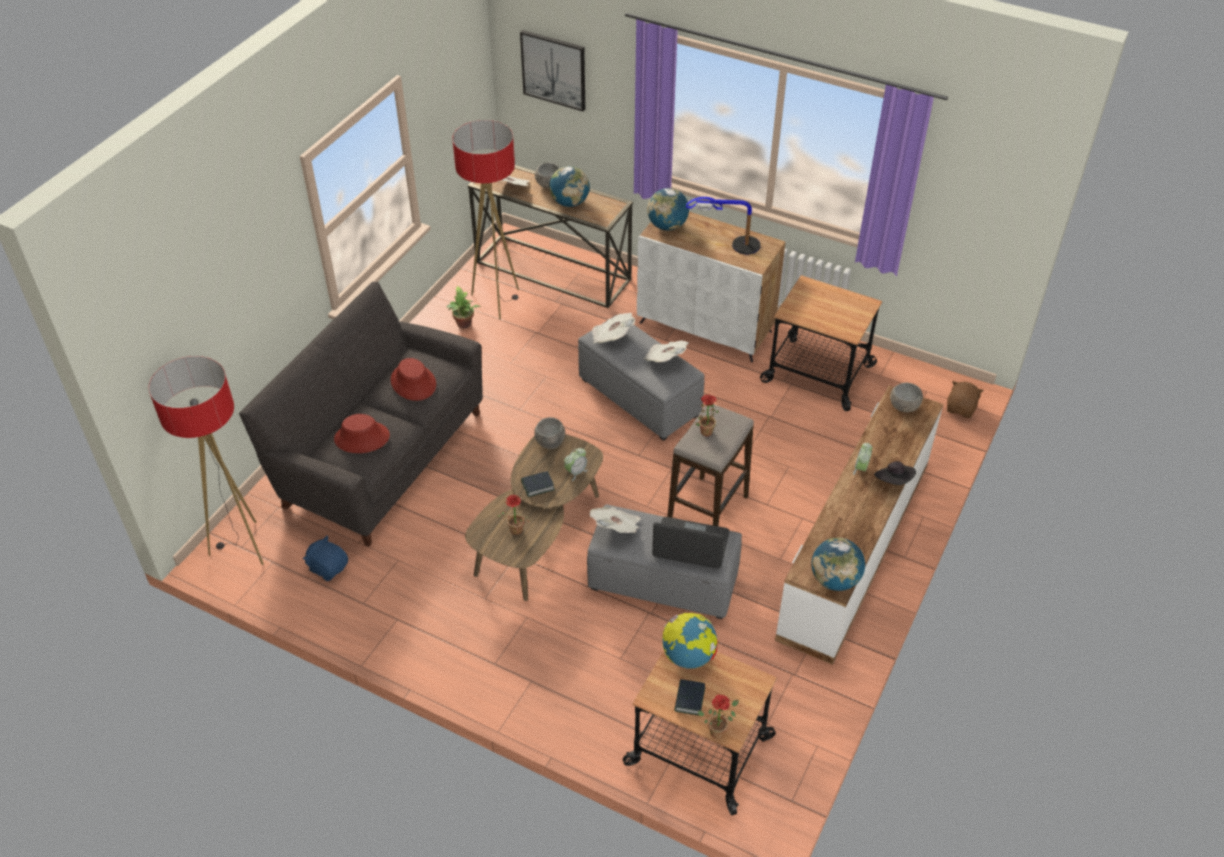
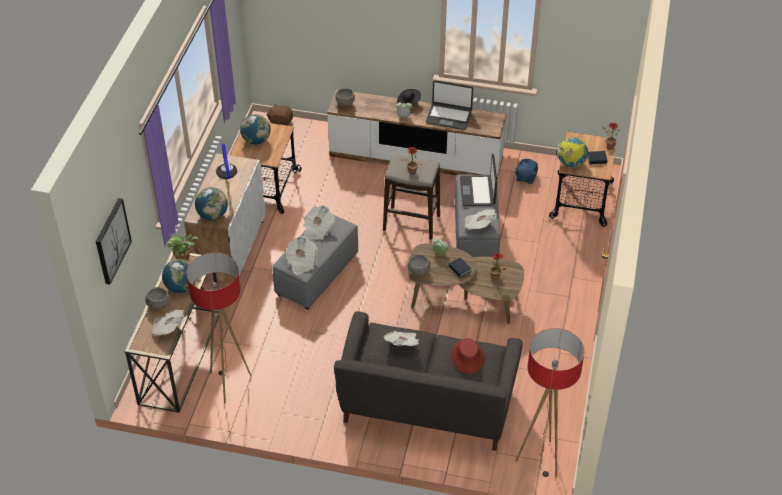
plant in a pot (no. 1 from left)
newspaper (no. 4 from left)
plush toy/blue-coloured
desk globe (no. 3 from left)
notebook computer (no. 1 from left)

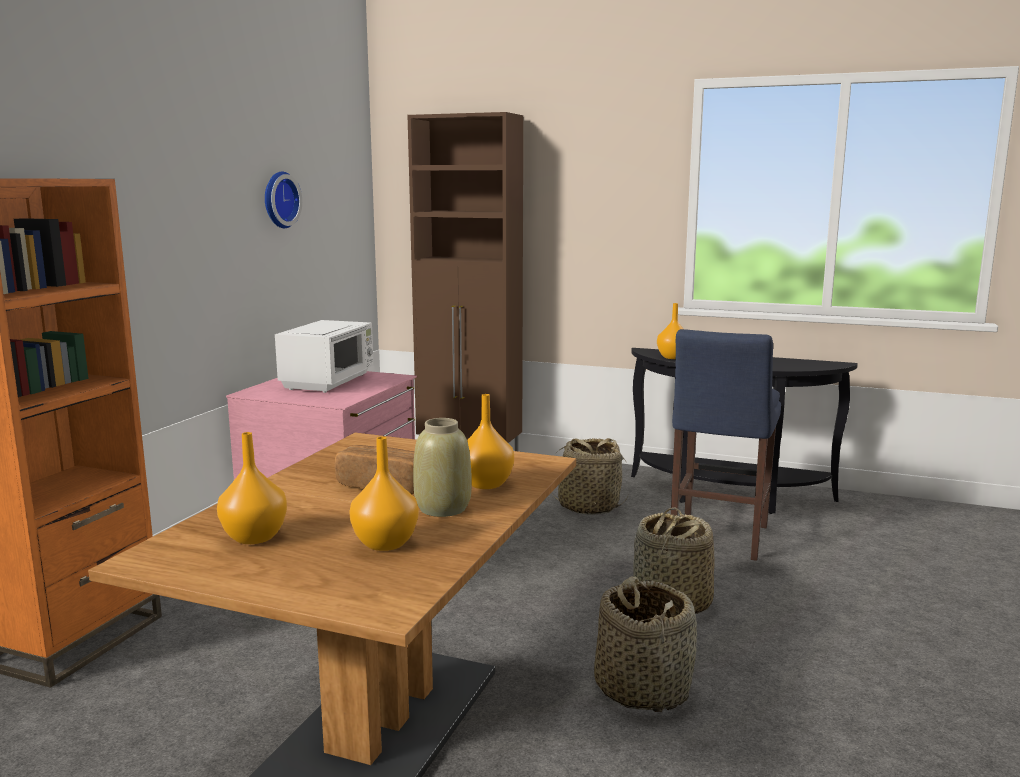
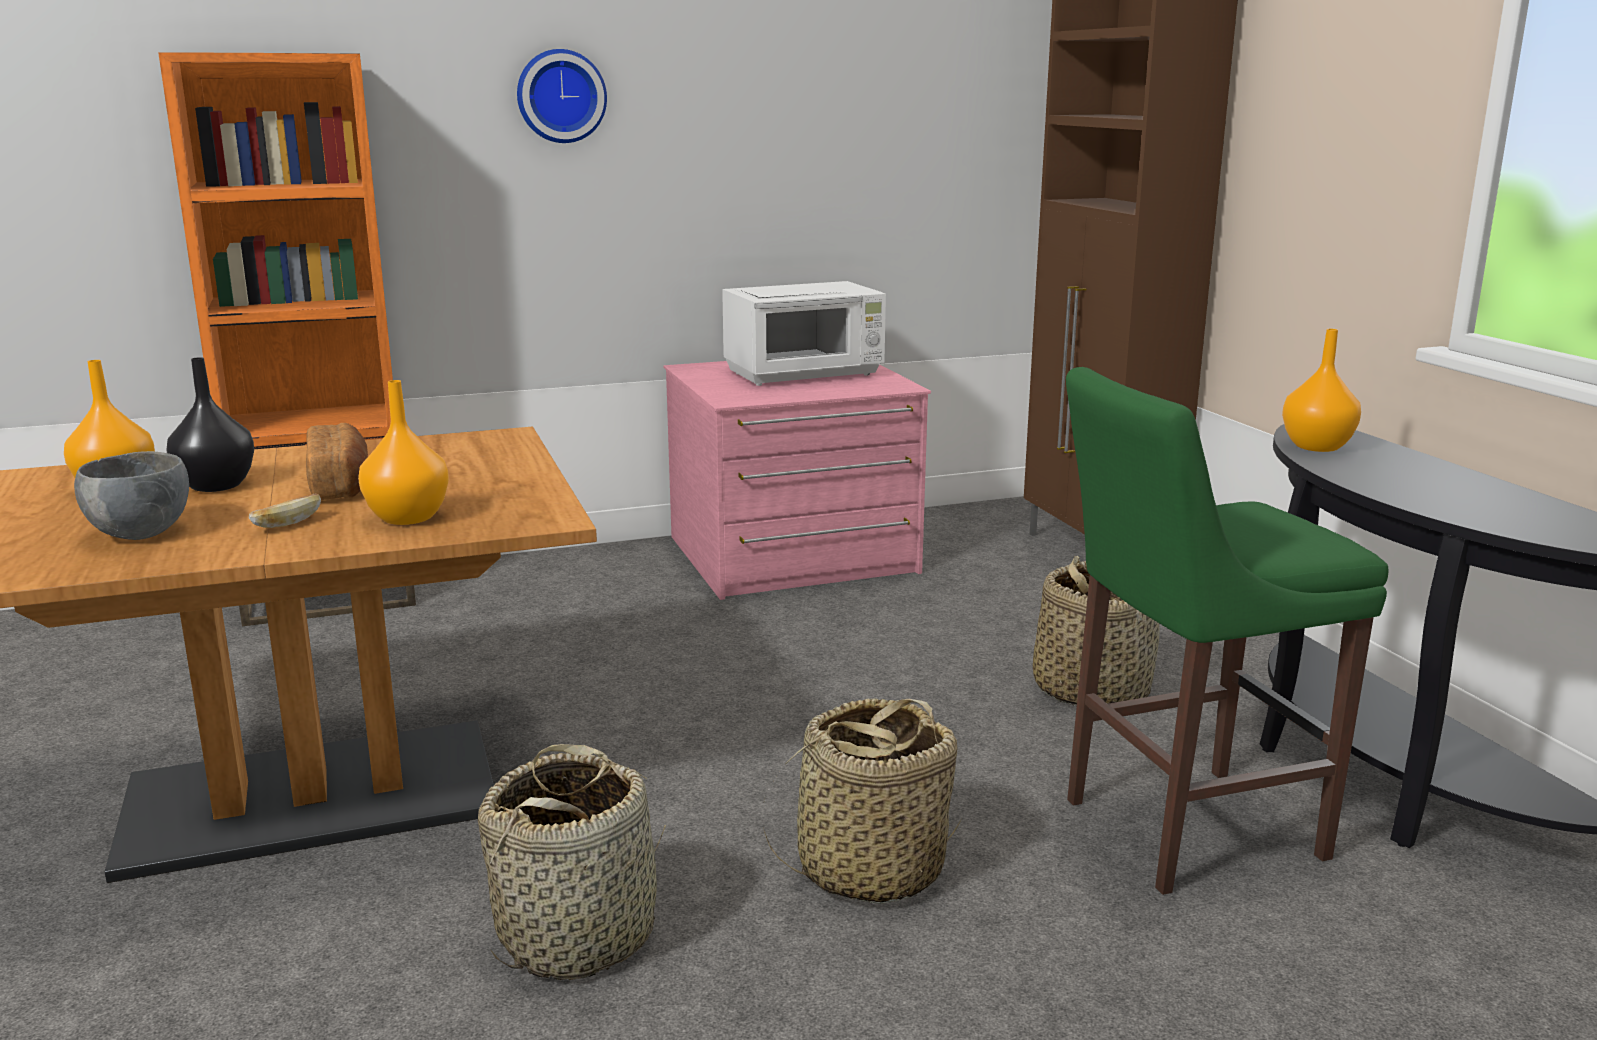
hanging clock
sitting stool/green-coloured
baked bread (no. 1 from left)
serving bowl/grey
decorative vase/black

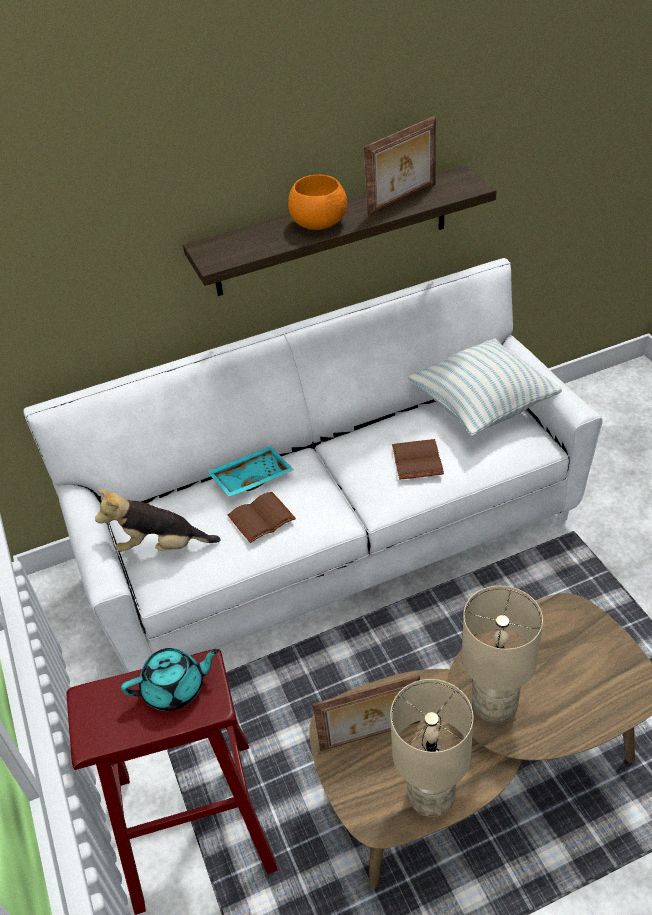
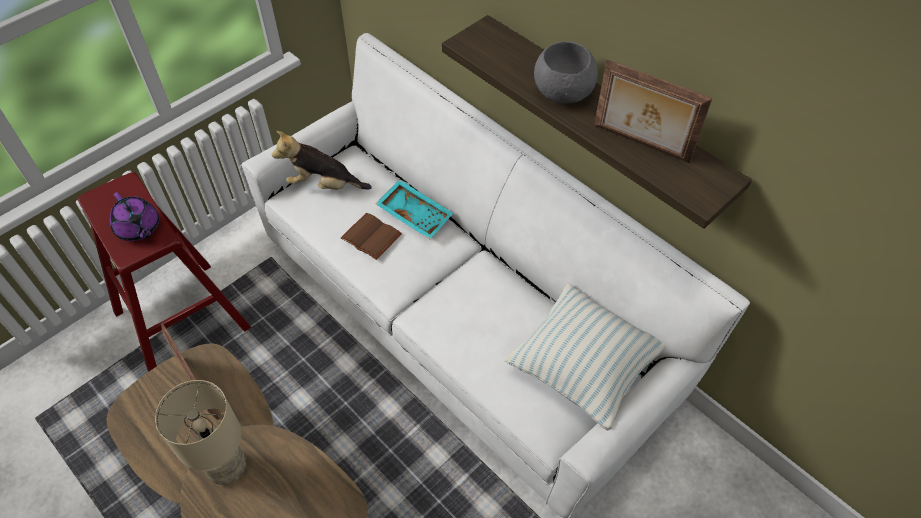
serving bowl/grey
volume/brownish (no. 2 from left in the first image)
plush toy
pot for tea/purplish
tabletop lamp/beige-coloured (no. 1 from left in the first image)

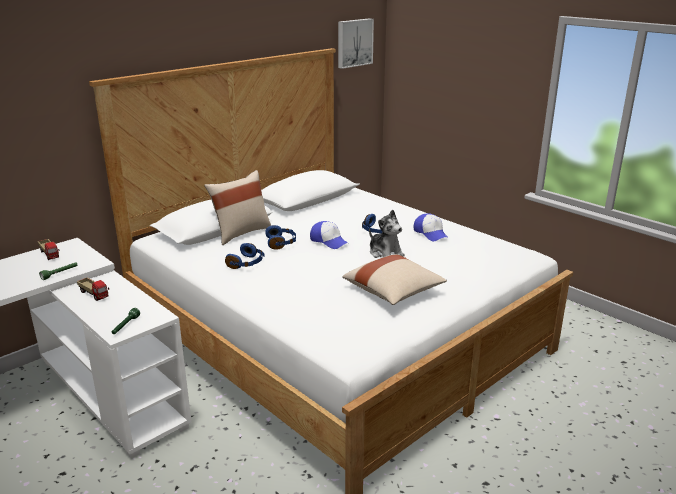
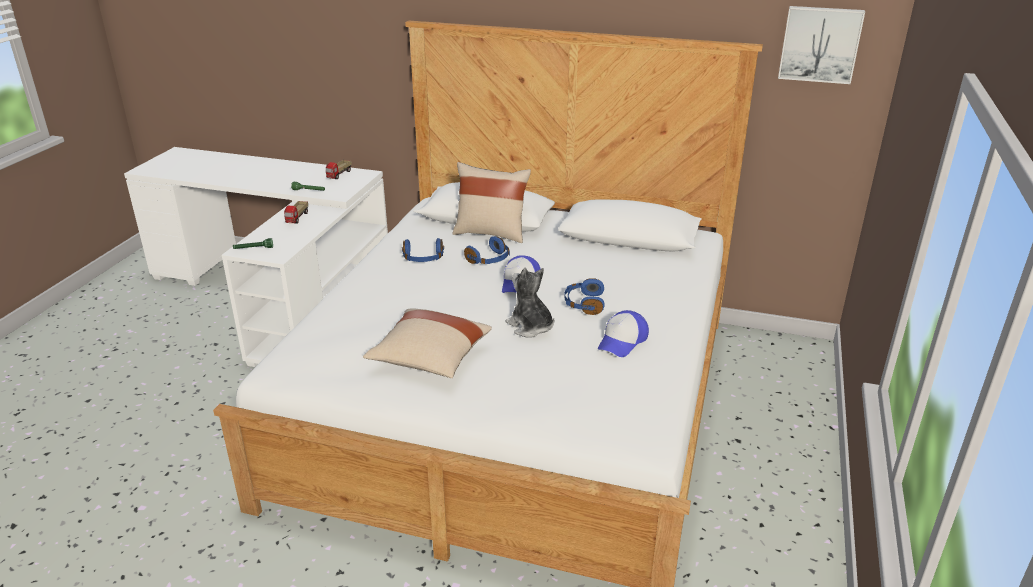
plush toy

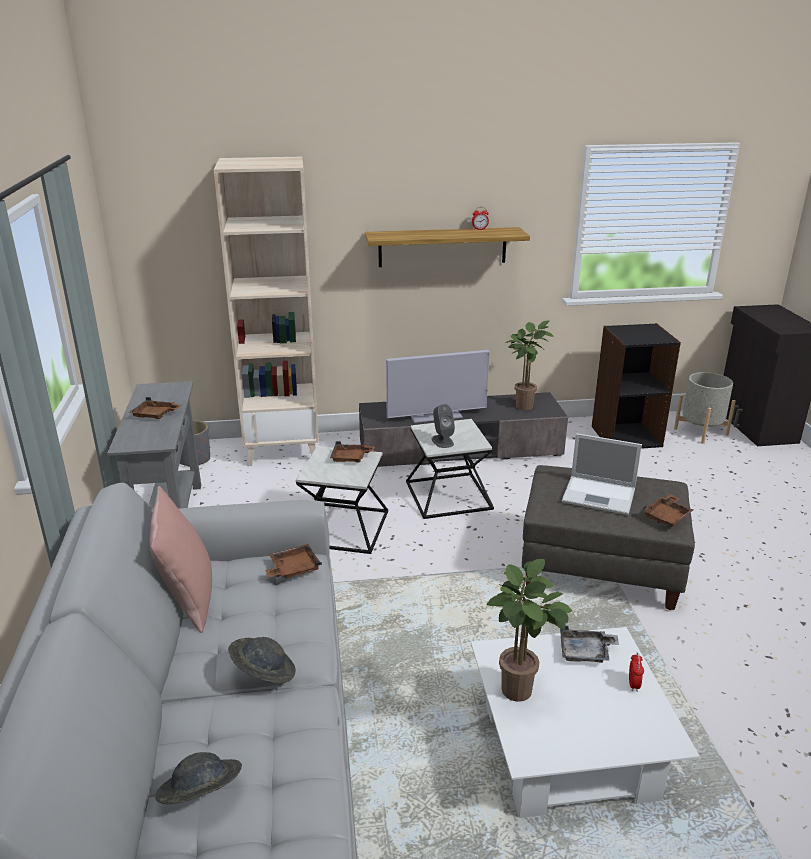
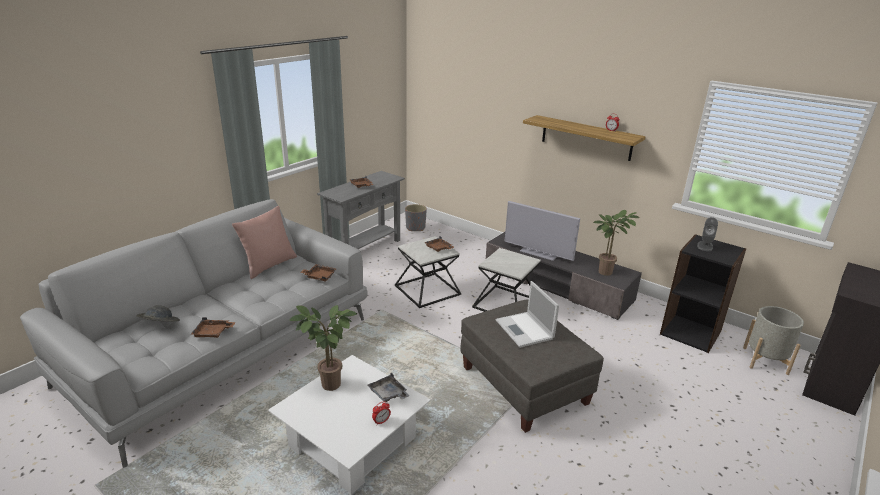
bookshelf/beige-coloured
loudspeaker/grey
serving tray/brownish (no. 1 from left)
hat/grey (no. 2 from left in the first image)

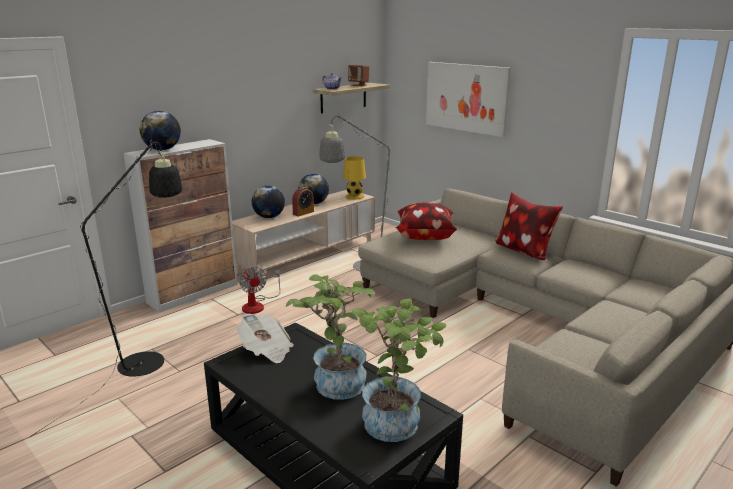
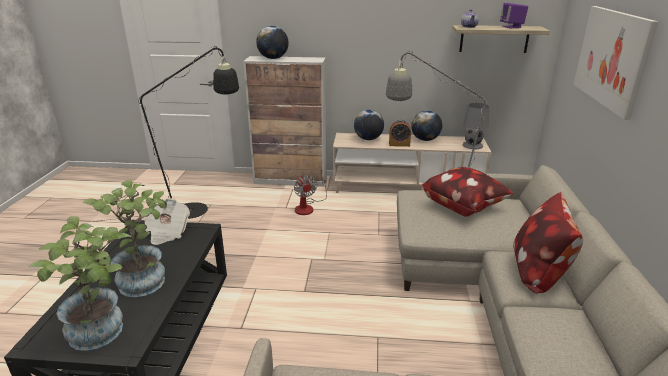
loudspeaker/purplish
tabletop lamp/grey
cooling fan

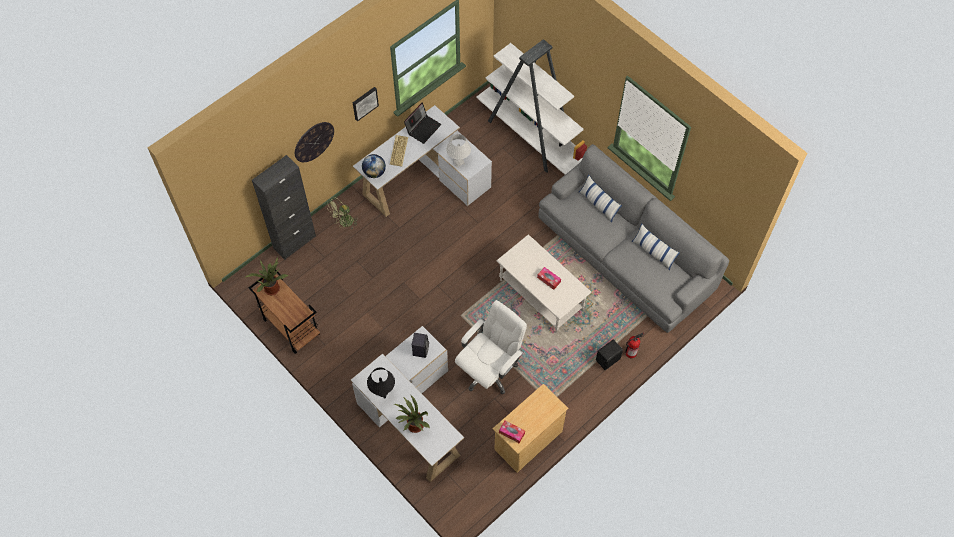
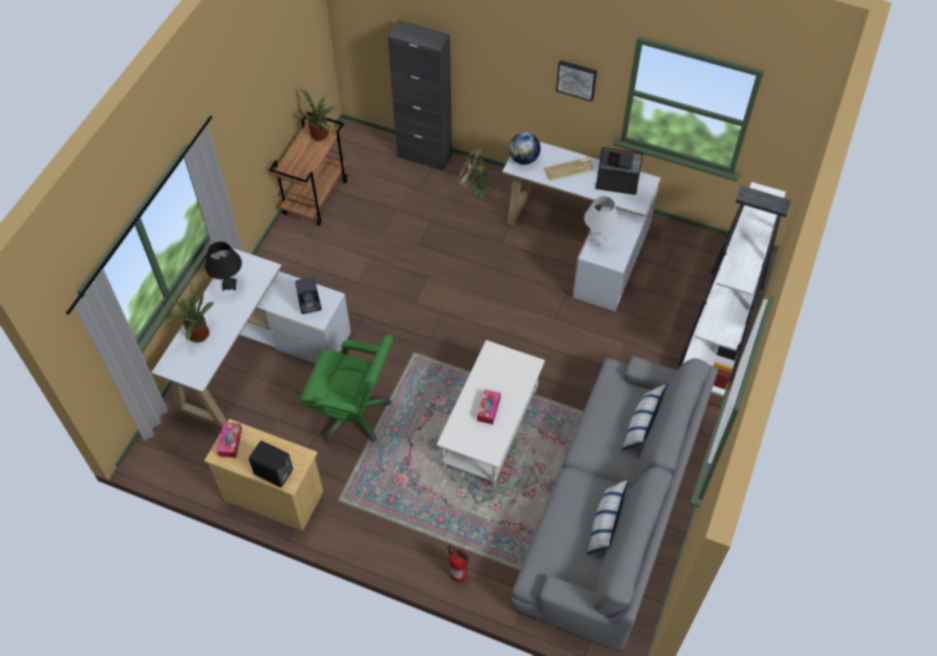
hanging clock
office chair/green-coloured
loudspeaker/black (no. 1 from left)

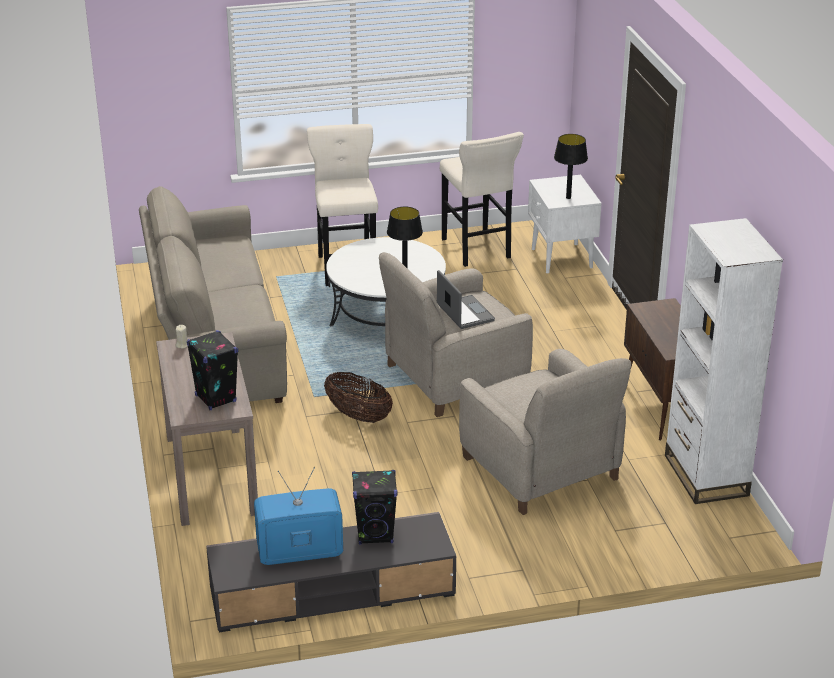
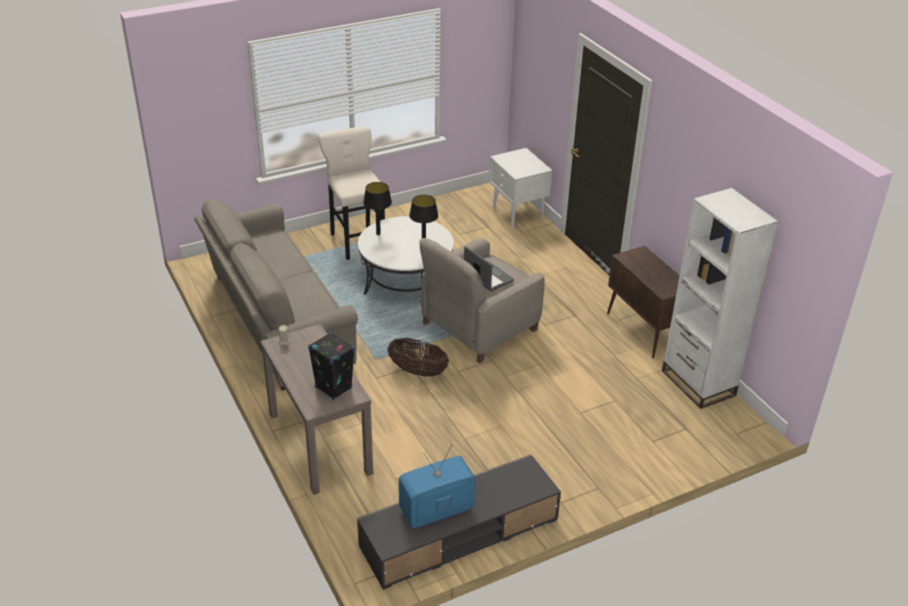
sitting stool/beige-coloured (no. 2 from left in the first image)
tabletop lamp/black (no. 1 from left)
easy chair/beige-coloured (no. 2 from left in the first image)
loudspeaker/black (no. 2 from left in the first image)

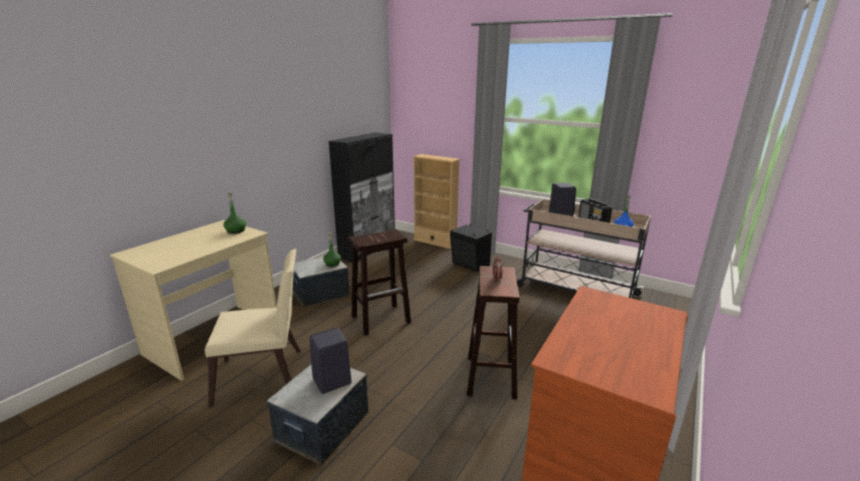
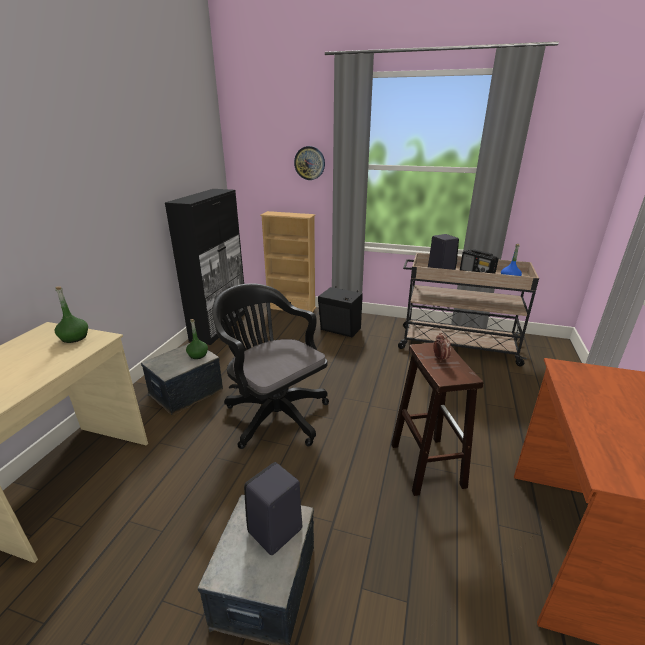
office chair/black
plain chair/beige-coloured
hanging clock

